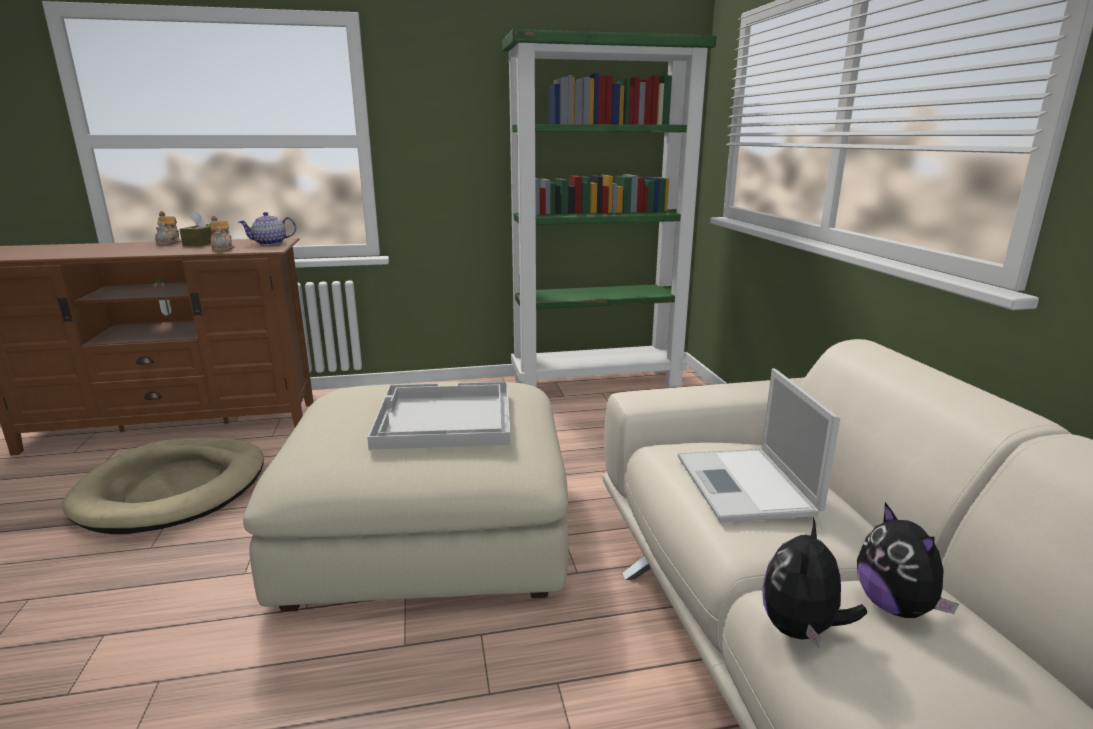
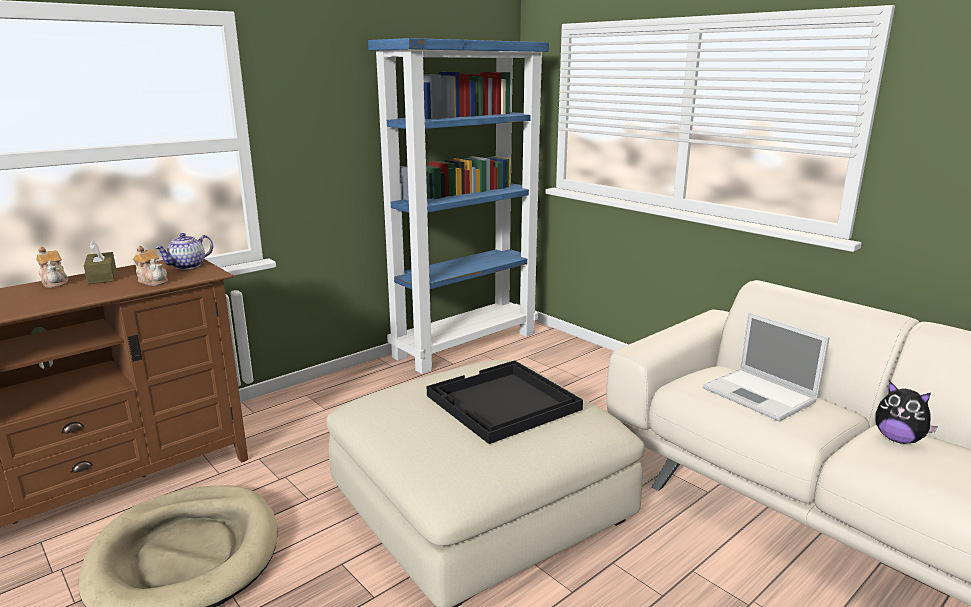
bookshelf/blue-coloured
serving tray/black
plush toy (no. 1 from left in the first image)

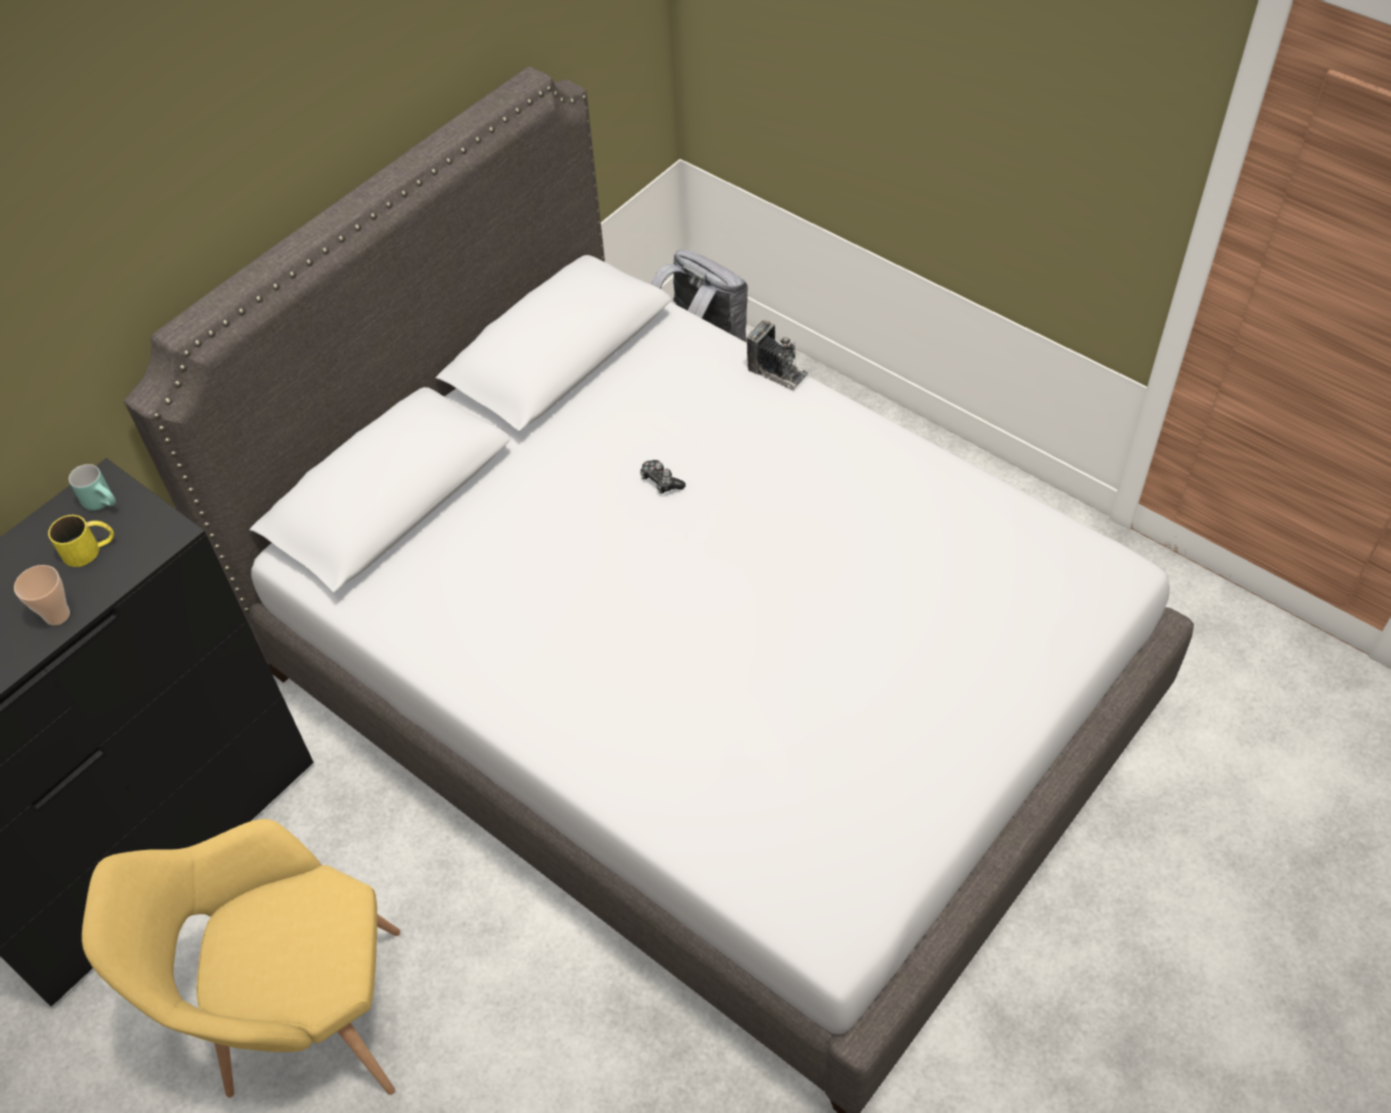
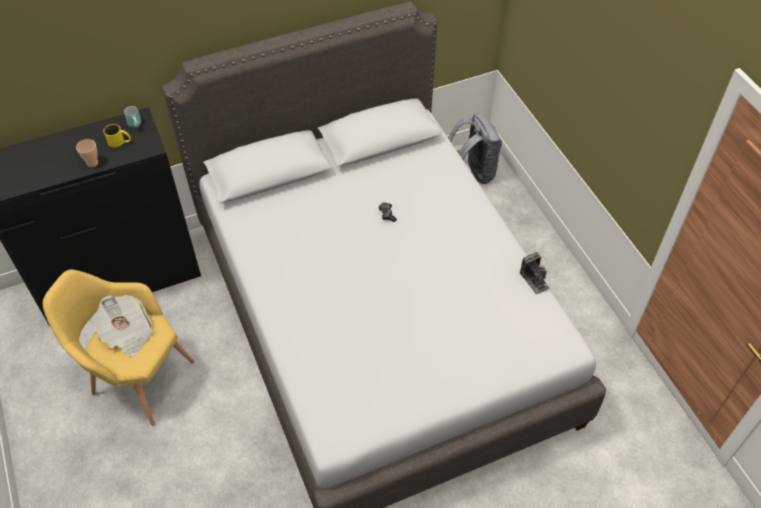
photo camera
newspaper

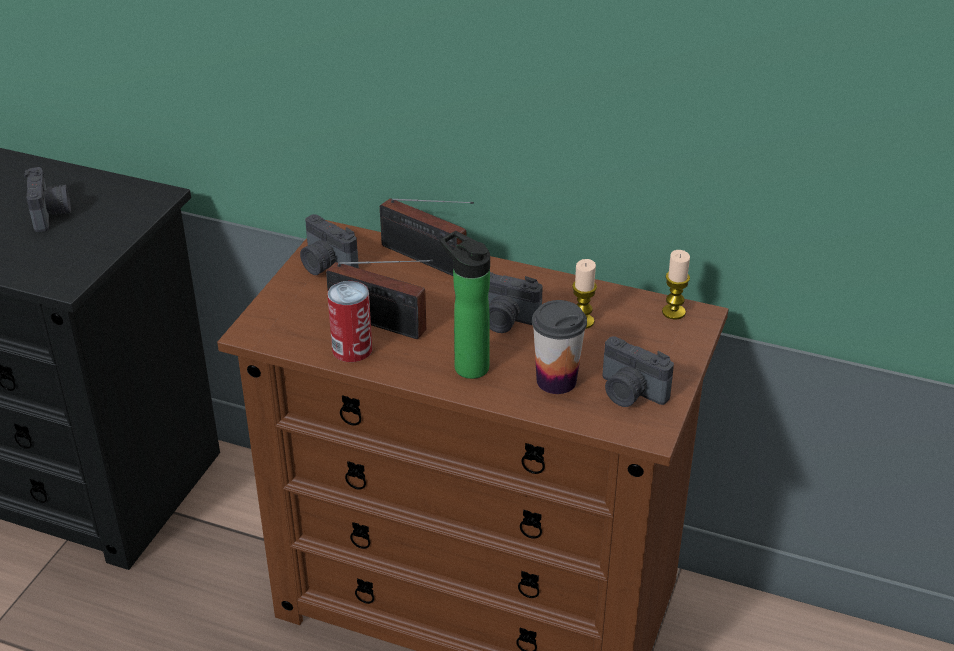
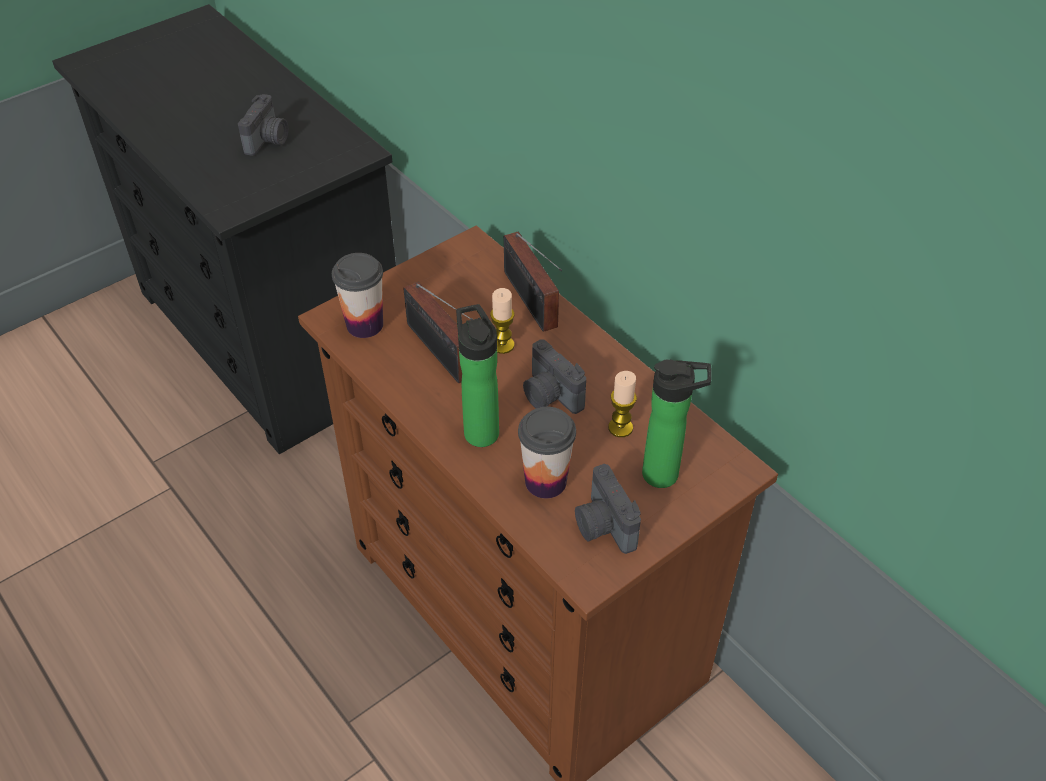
photo camera (no. 2 from left in the first image)
wax candle (no. 1 from left)
can
small cup (no. 1 from left)
bottle (no. 2 from left)

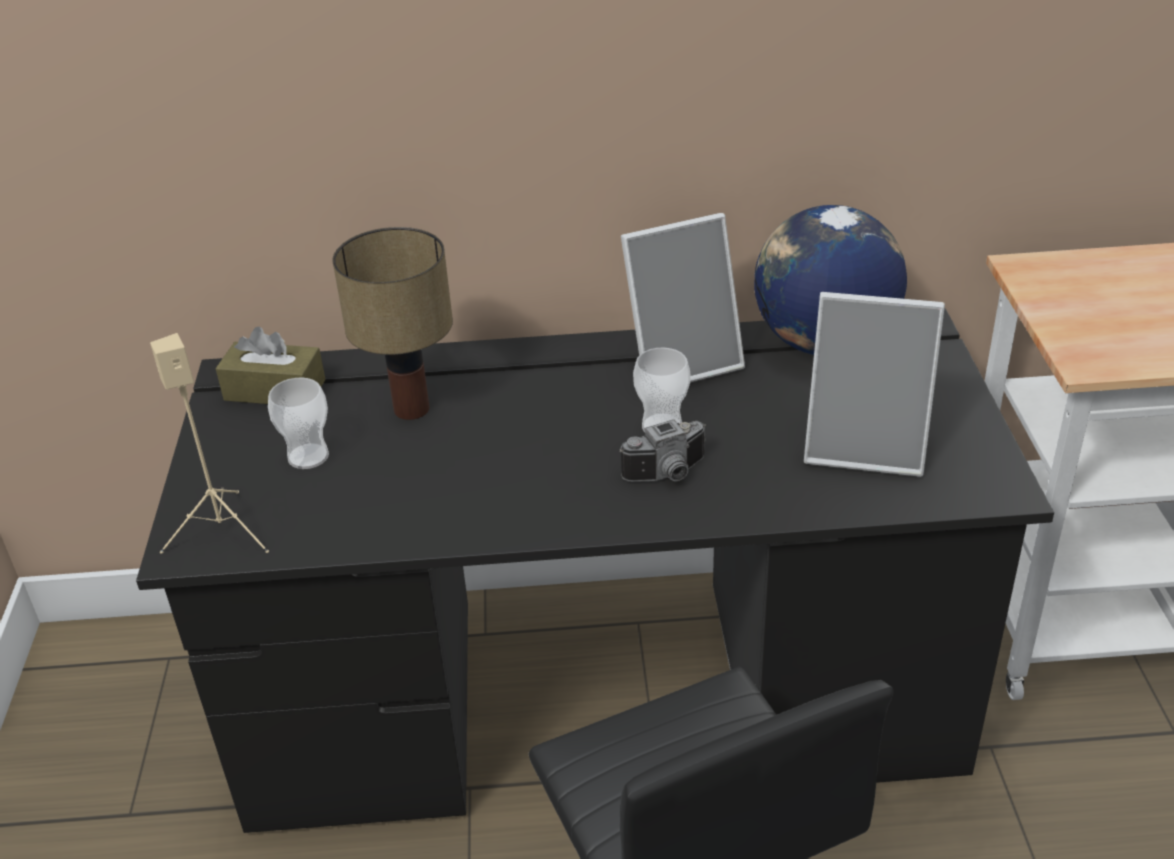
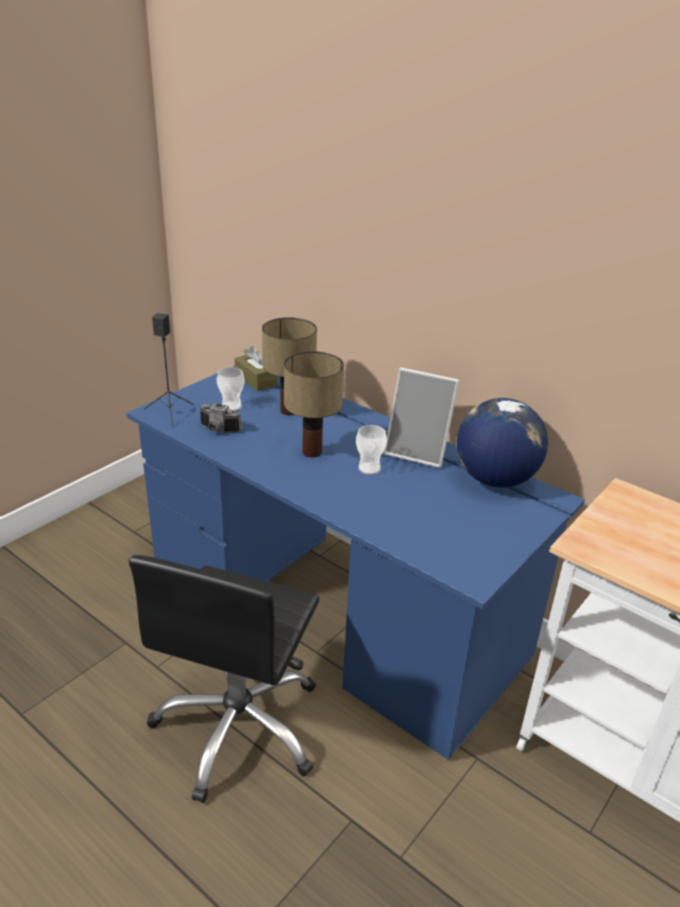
picture frame (no. 2 from left in the first image)
desk unit/blue-coloured
loudspeaker/black
photo camera
tabletop lamp (no. 2 from left)

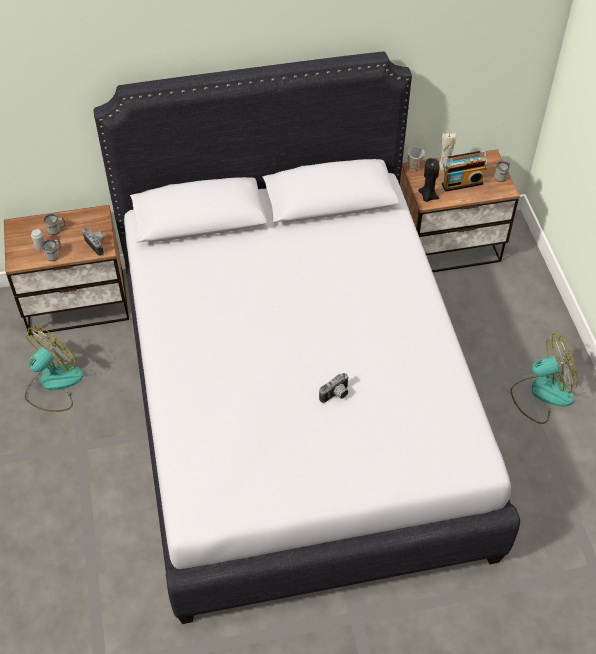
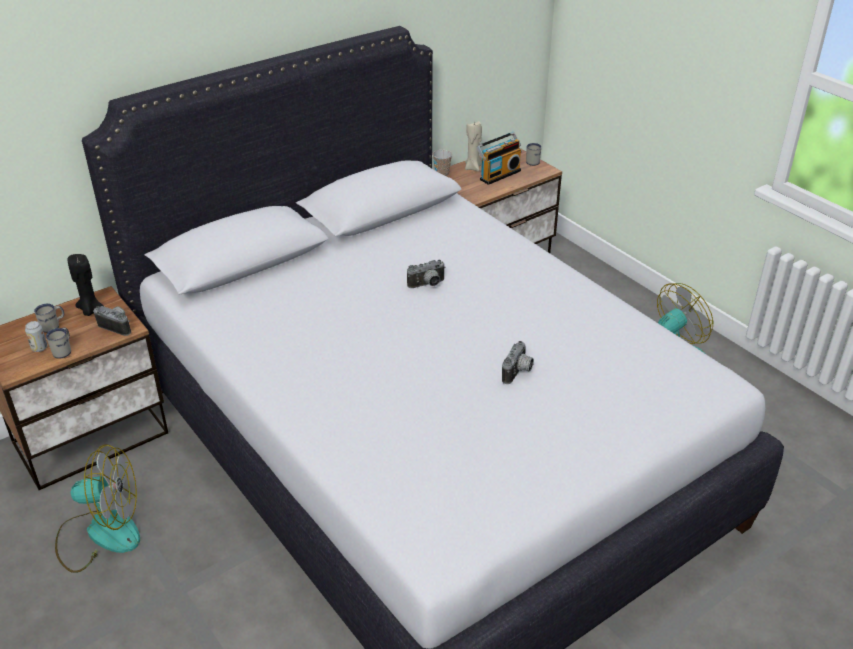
wax candle/black
cooling fan (no. 1 from left)
photo camera (no. 2 from left)

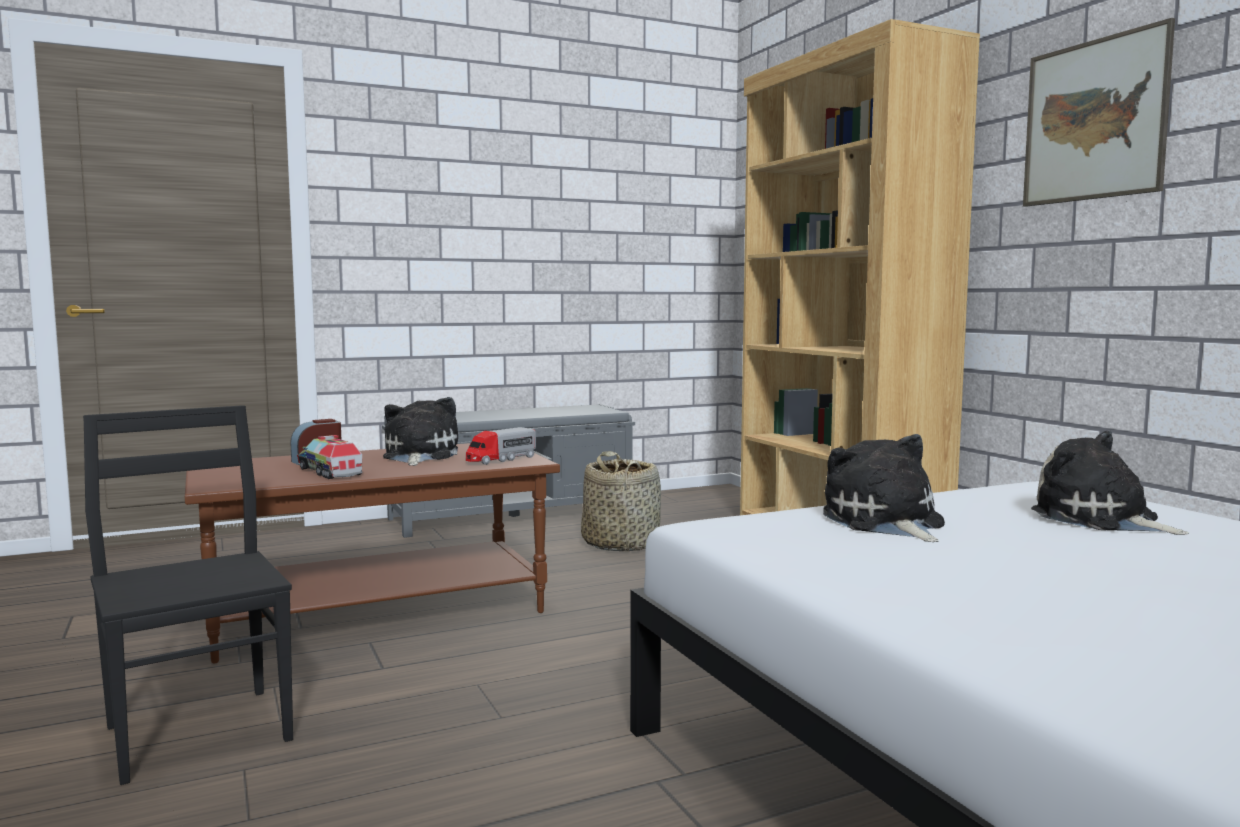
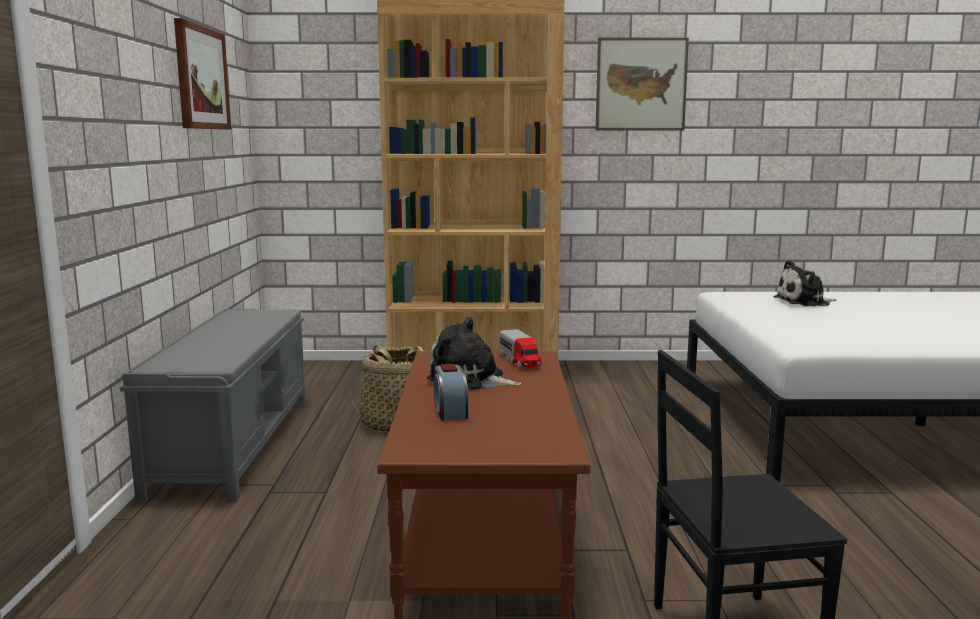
plush toy (no. 2 from left in the first image)
model truck (no. 1 from left in the first image)
picture (no. 1 from left)

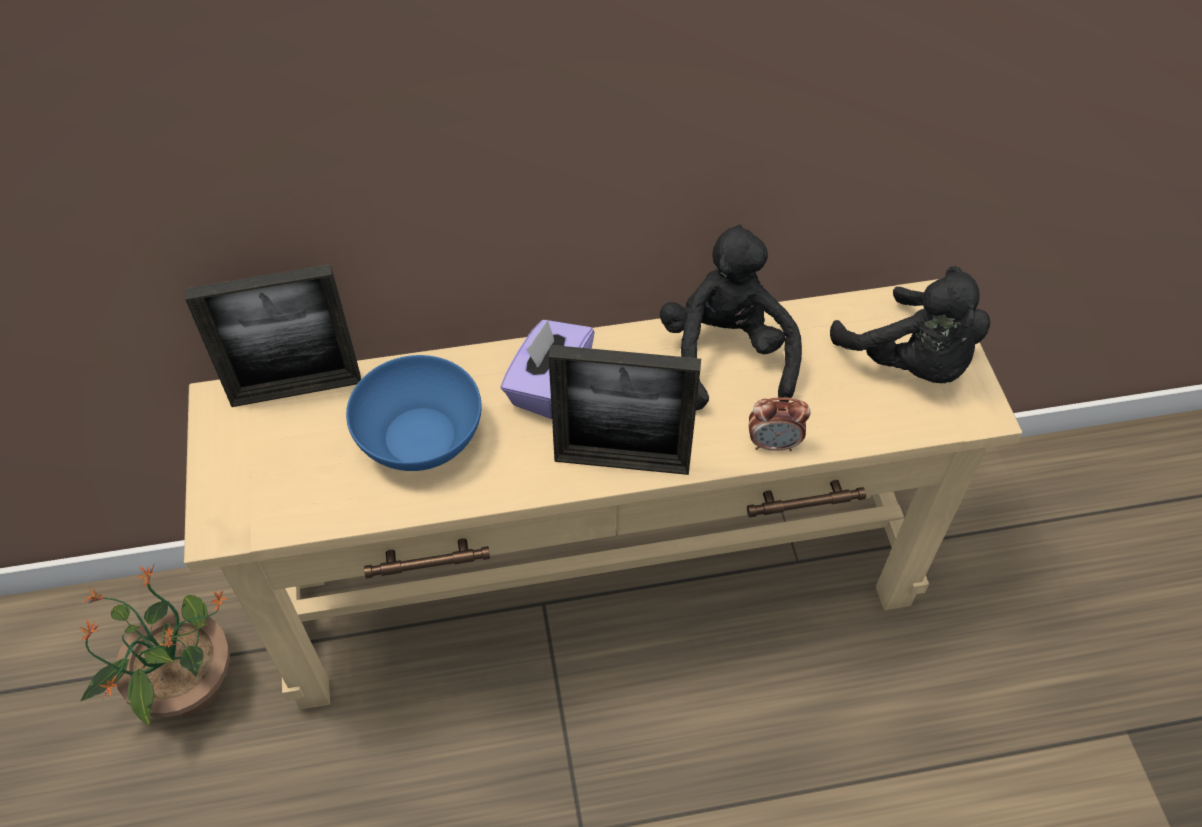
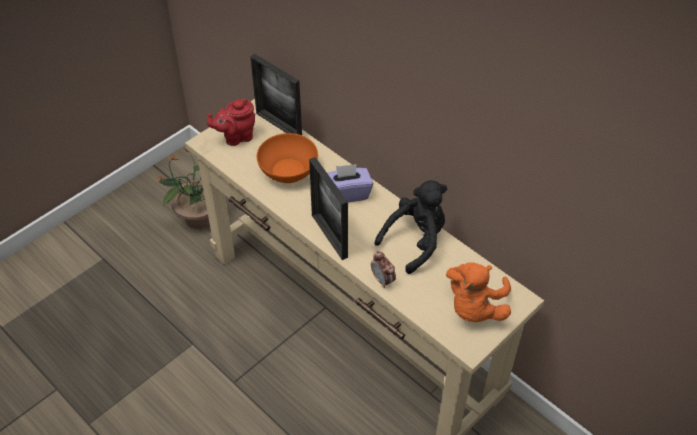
plush toy/orange-coloured
serving bowl/orange-coloured
pot for tea/reddish

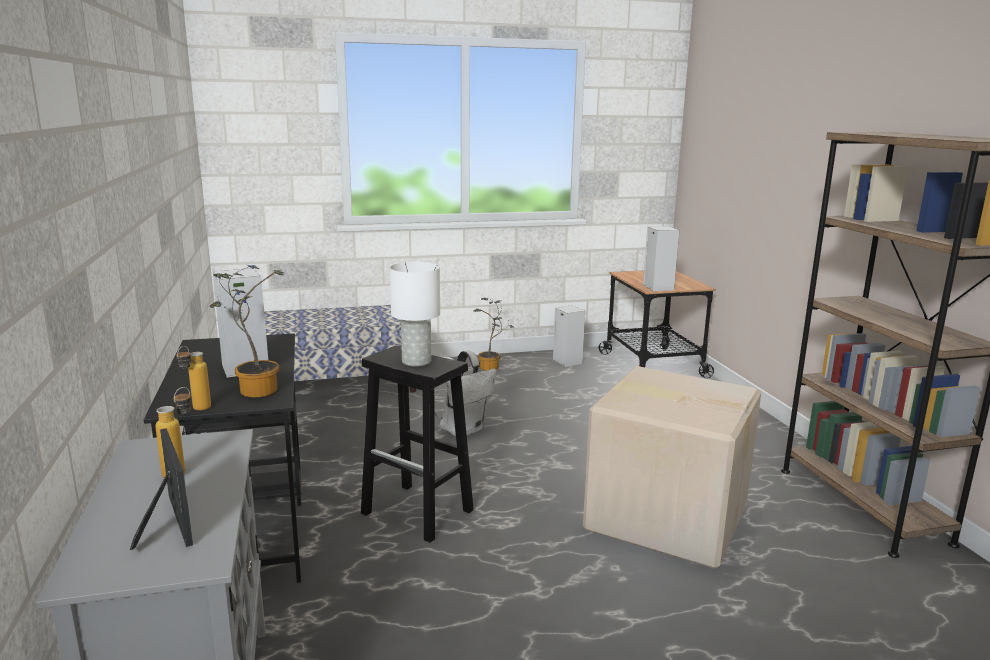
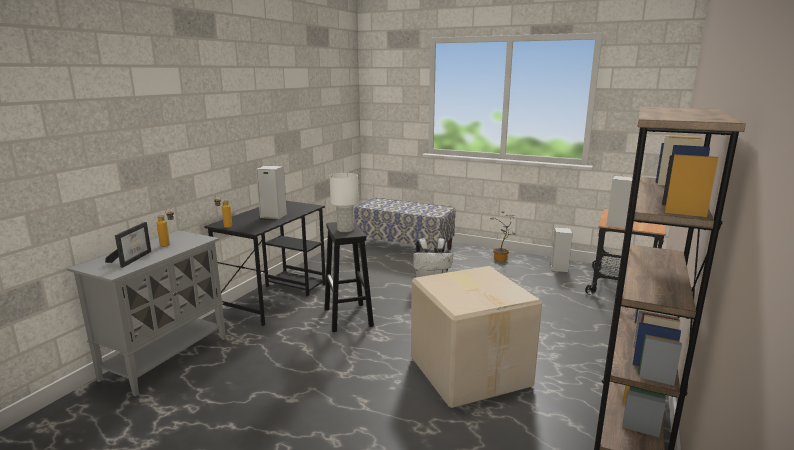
plant in a pot (no. 1 from left in the first image)

